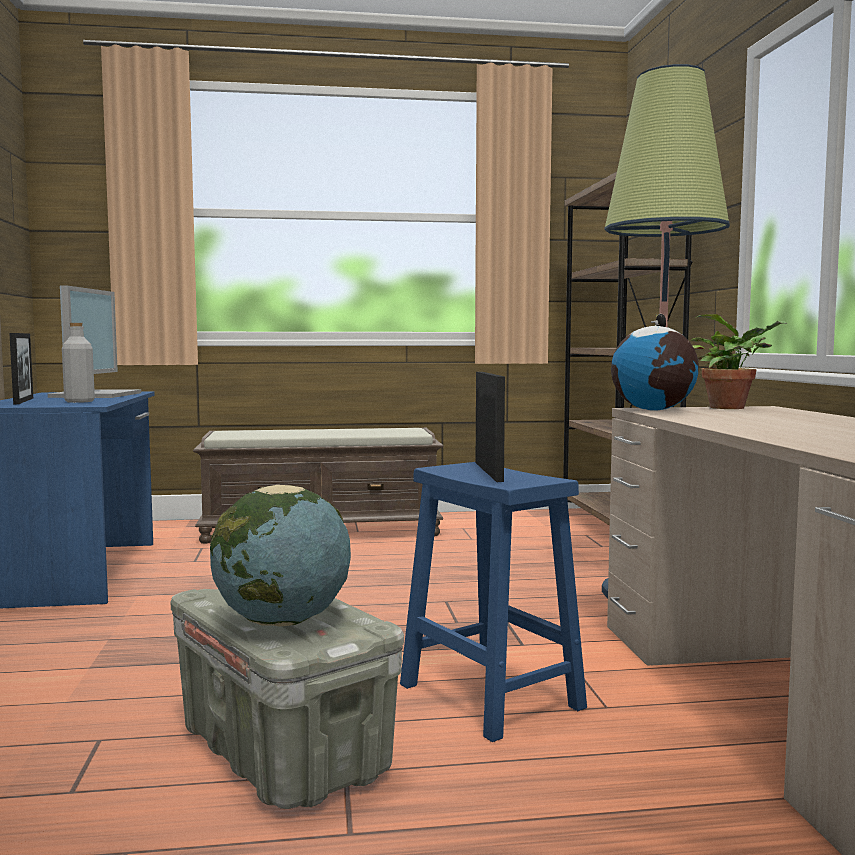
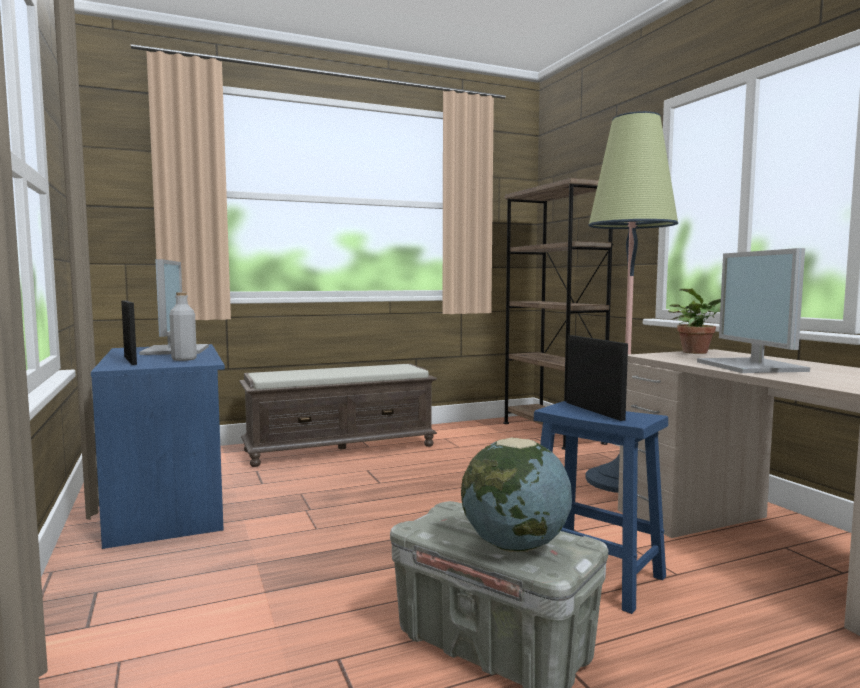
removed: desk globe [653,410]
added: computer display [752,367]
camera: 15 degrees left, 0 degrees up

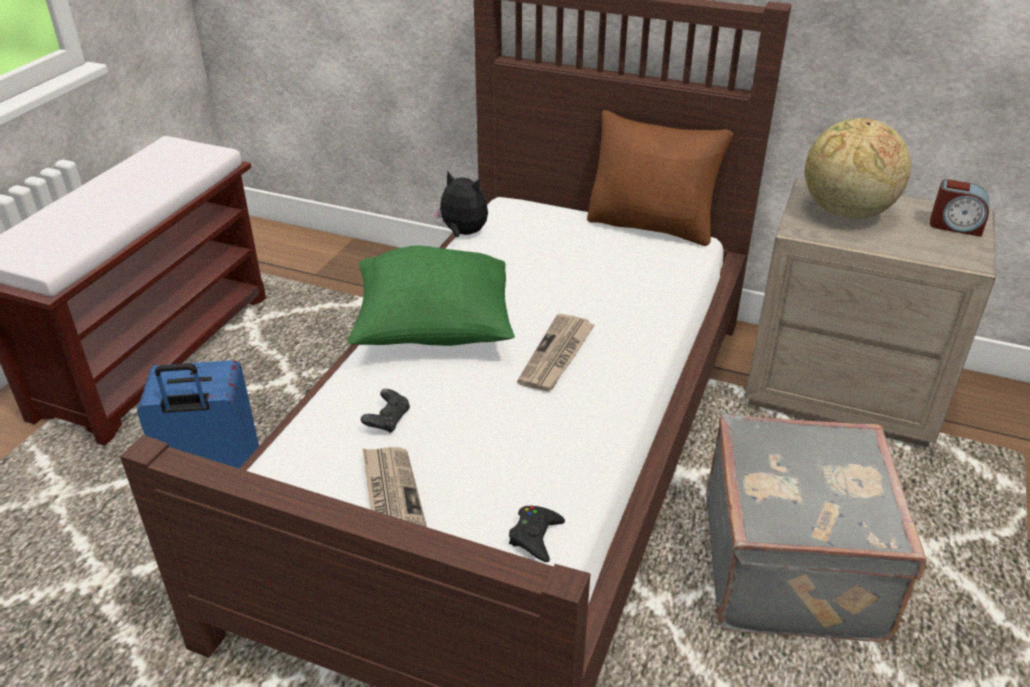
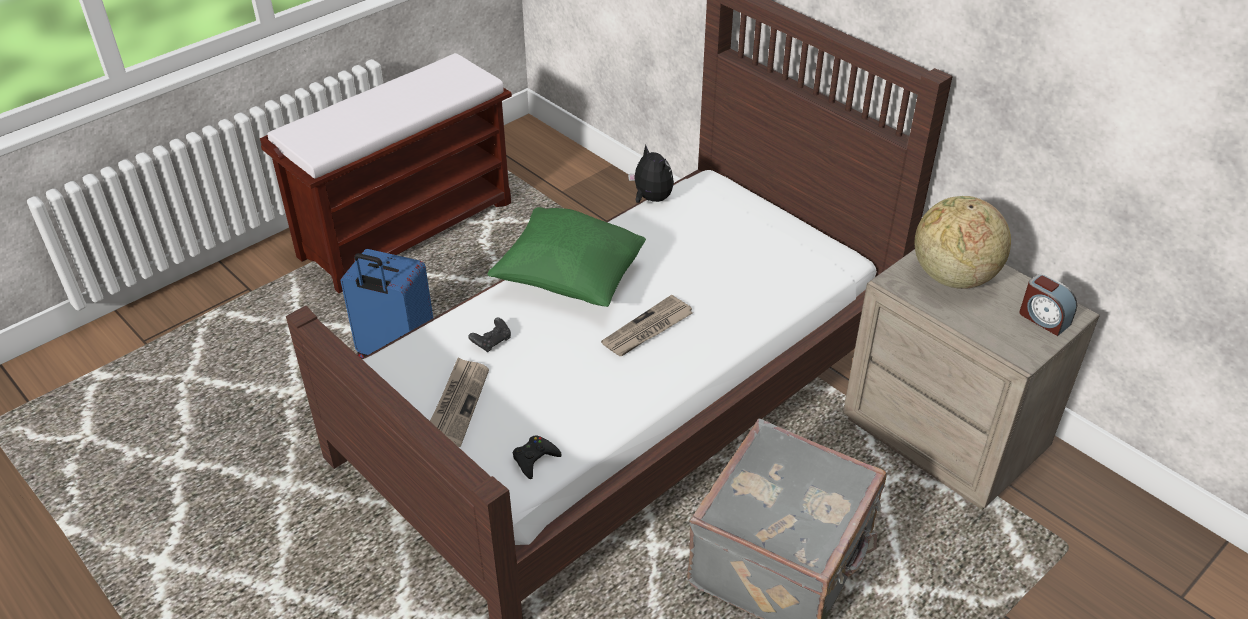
removed: pillow/brownish [652,226]
camera: 25 degrees right, 5 degrees up

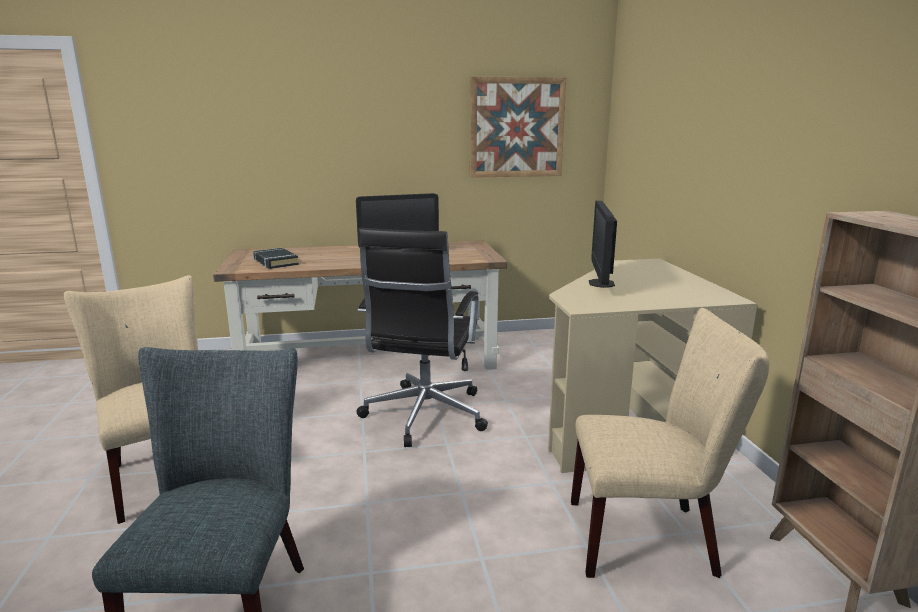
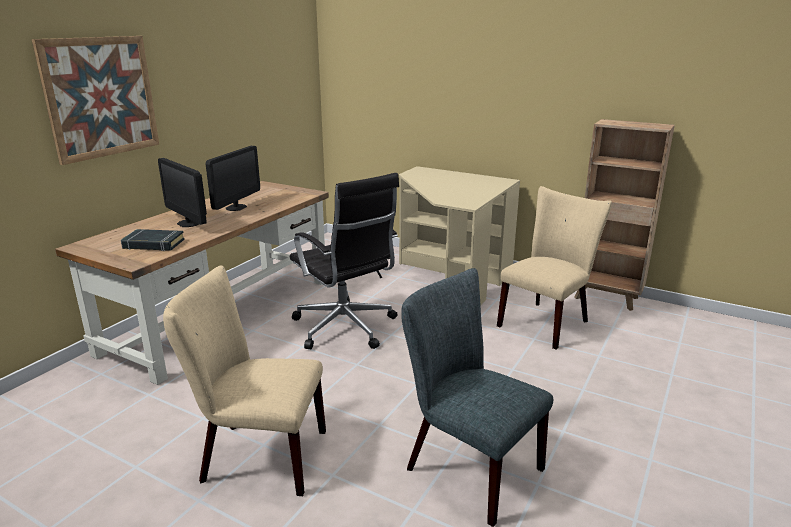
moved: wall art [516,128] to [101,97]; computer display [601,283] to [188,223]
camera: 50 degrees left, 5 degrees up

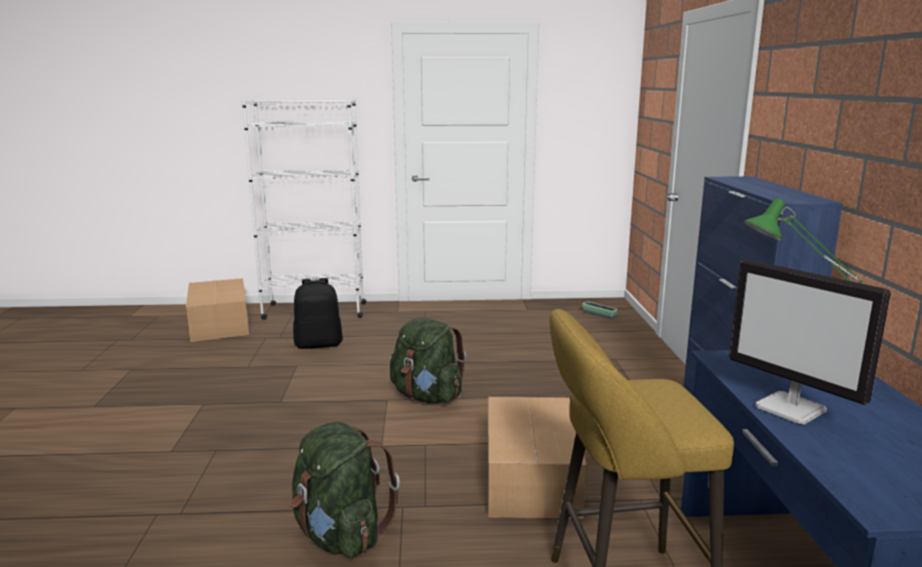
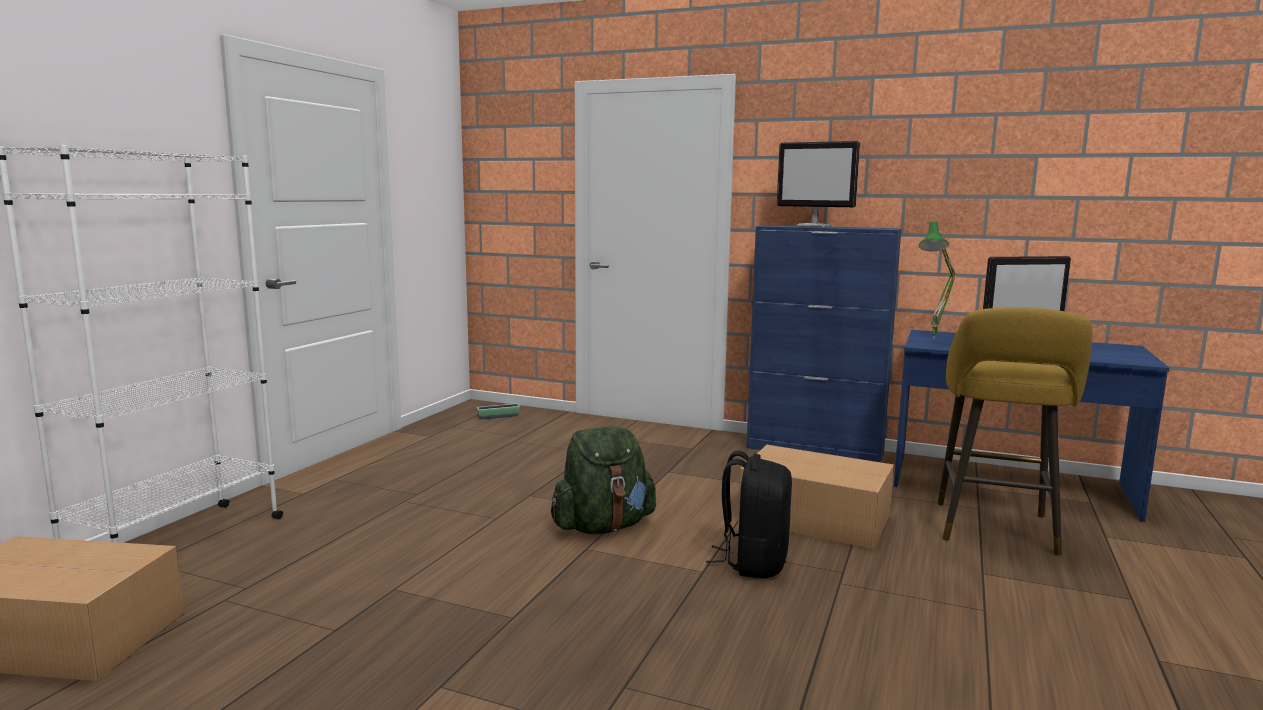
removed: rucksack/green [340,535]
added: computer display [815,226]
moved: rucksack/black-coloured [319,344] to [753,562]
camera: 65 degrees left, 5 degrees down

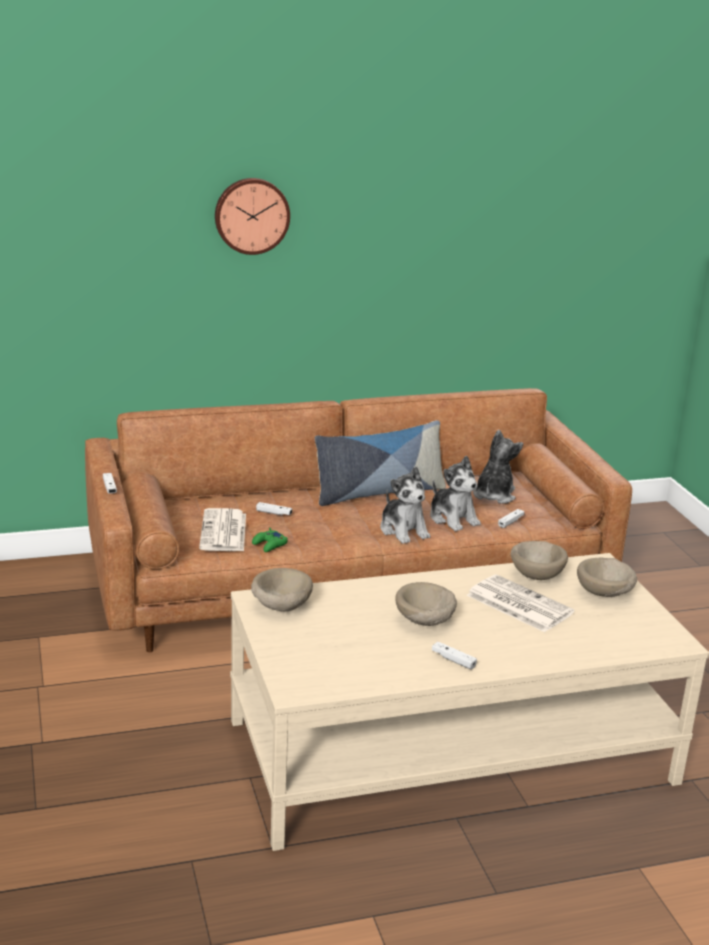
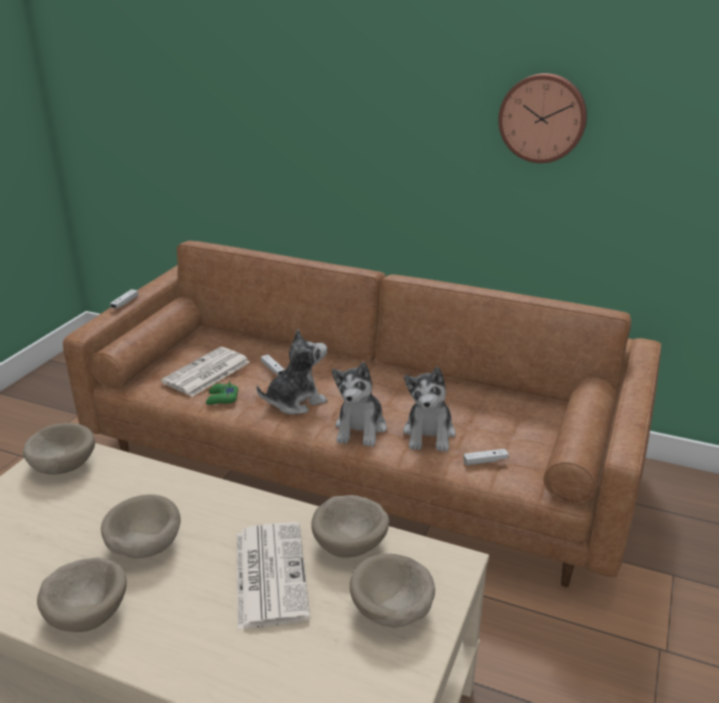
removed: pillow [378,492]
moved: clock on the wall [251,215] to [543,118]; cuddly toy [494,495] to [295,401]
replaced: gamepad/white-coloured [453,660] to deep dish/beige [89,613]
camera: 40 degrees right, 5 degrees up

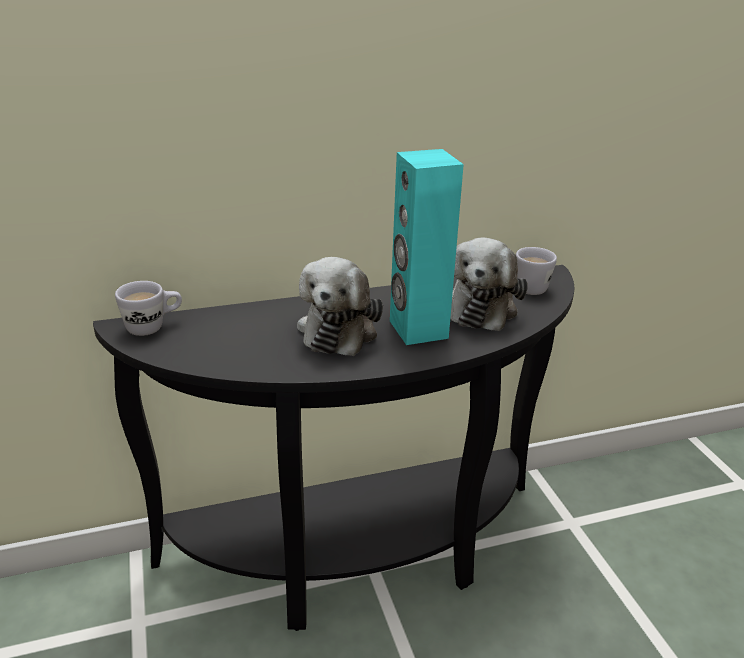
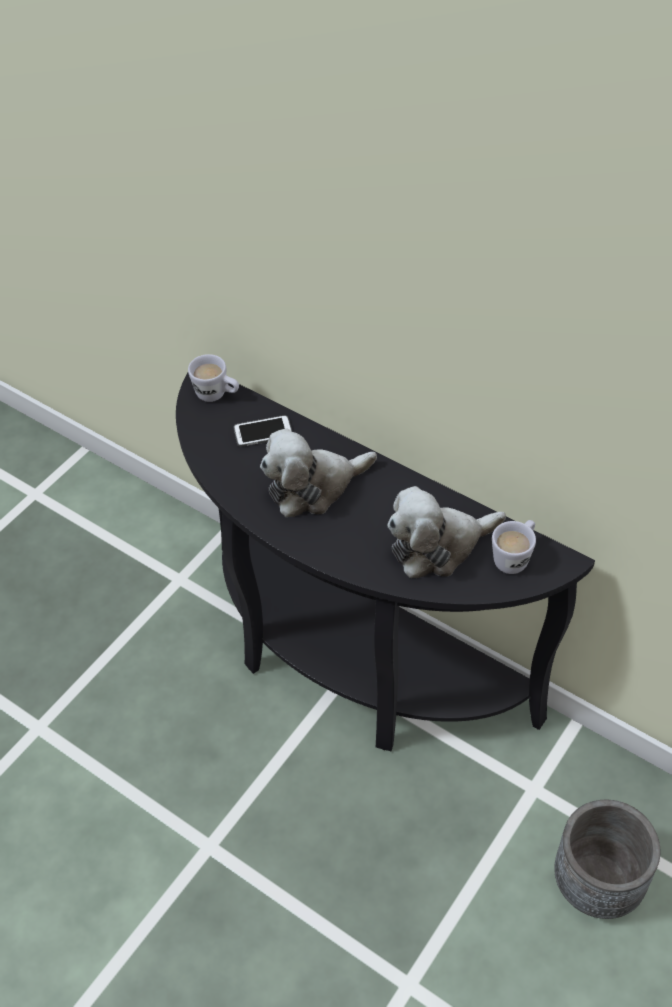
removed: speaker/turquoise-coloured [417,329]
added: handset [263,432]; plant pot/gray [597,883]
camera: 55 degrees right, 20 degrees up

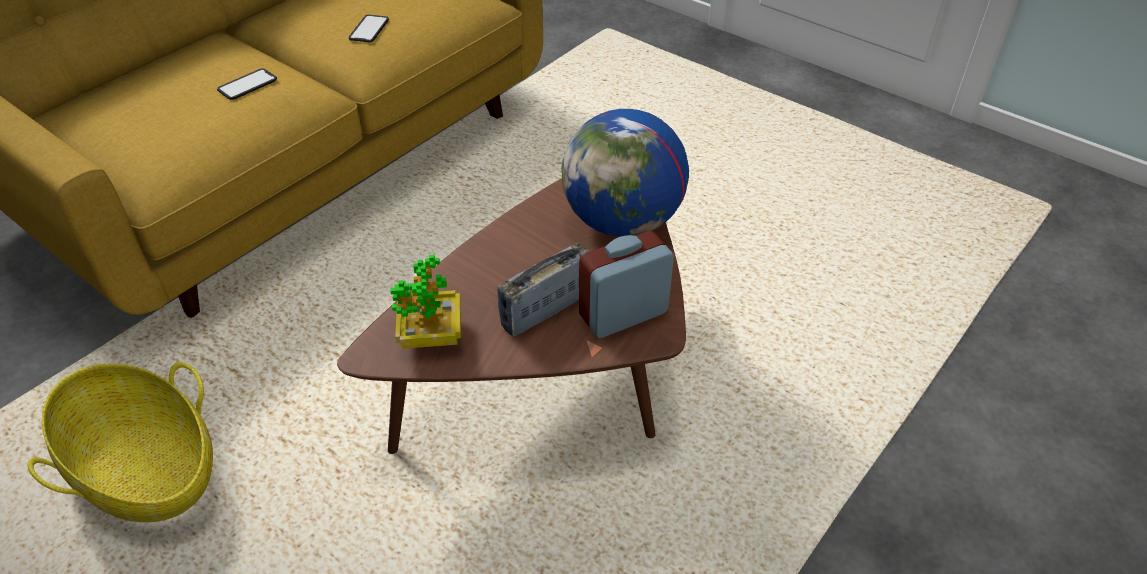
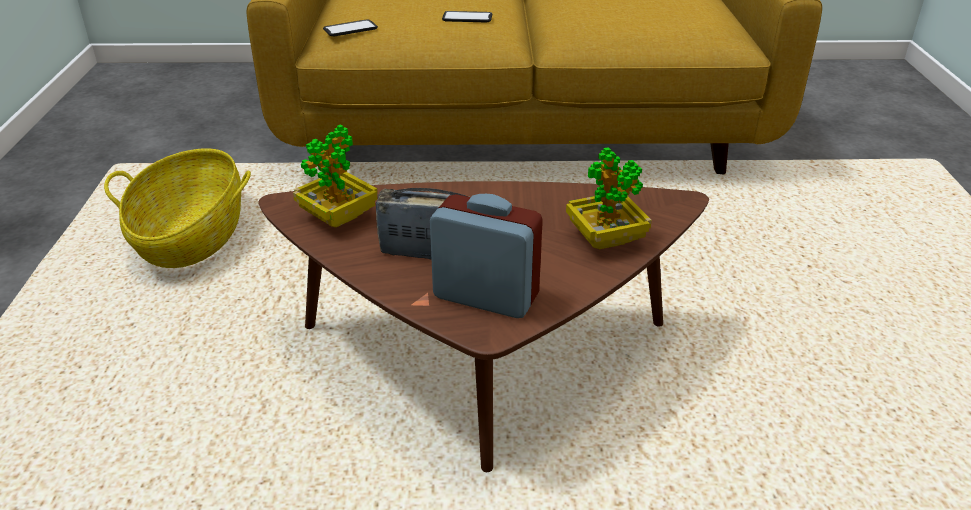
moved: handset [369,29] to [350,29]
replaced: desk globe [622,222] to potted plant [605,239]
camera: 50 degrees right, 10 degrees down

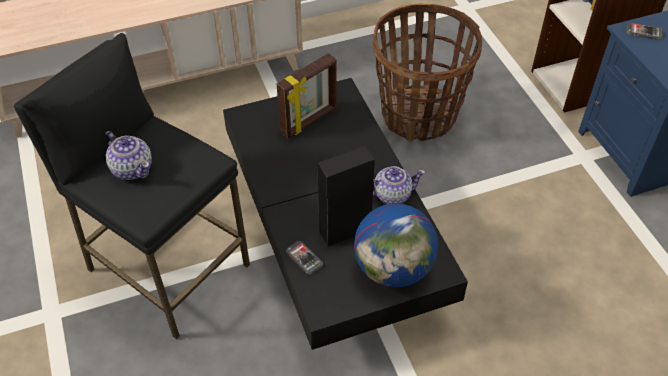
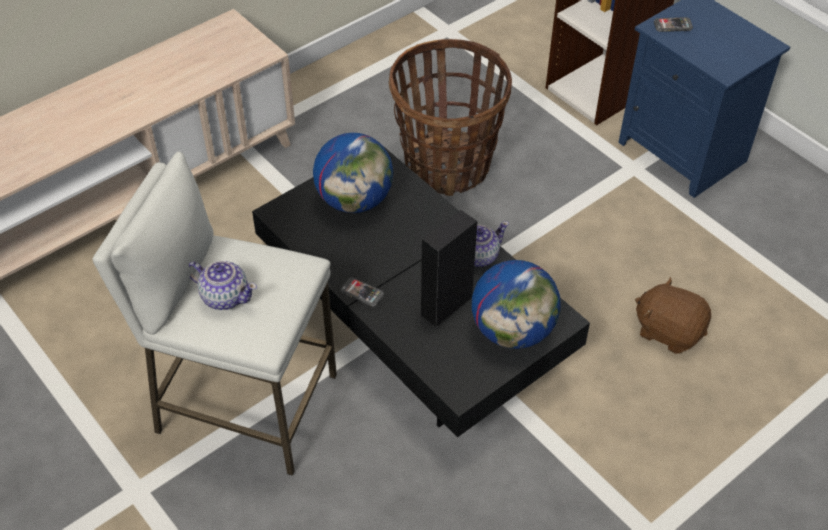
added: cuddly toy/brownish [668,330]
moved: handset [304,258] to [362,293]
replaced: standing frame [309,121] to desk globe [355,200]
recoloured: stool/black-coloured [167,268] to stool/white-coloured [245,404]
camera: 20 degrees left, 0 degrees up

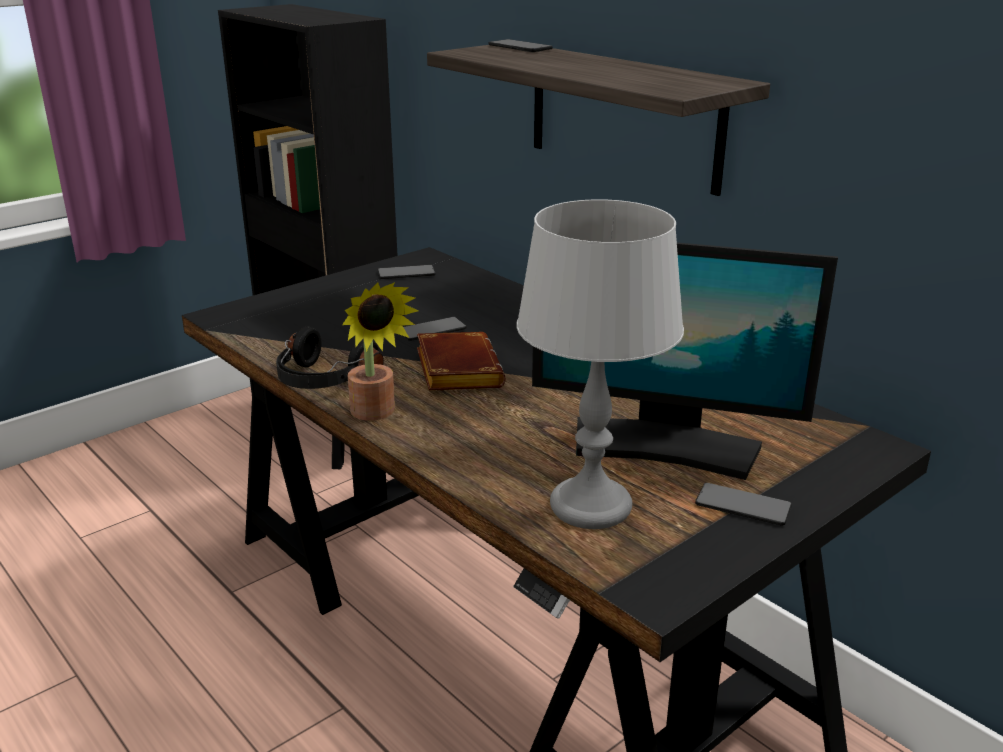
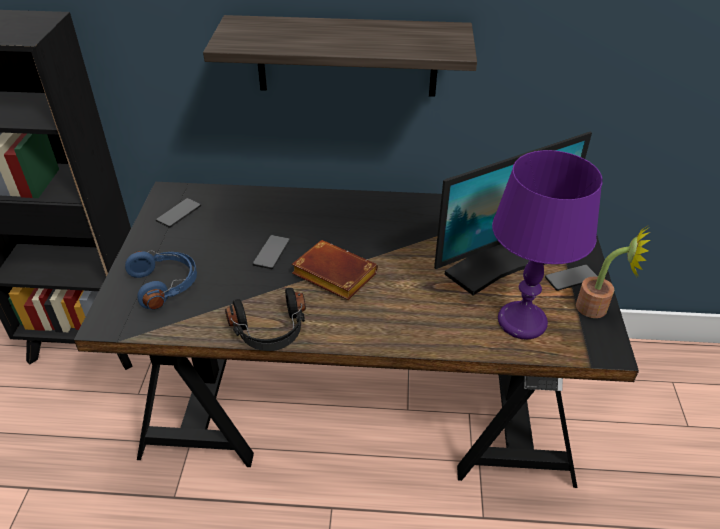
removed: handset [520,47]
added: pair of headphones/blue [166,285]
moved: potted plant [376,414] to [598,308]
recoloured: tabletop lamp/gray [592,506] to tabletop lamp/purple [522,321]
camera: 45 degrees left, 15 degrees up

